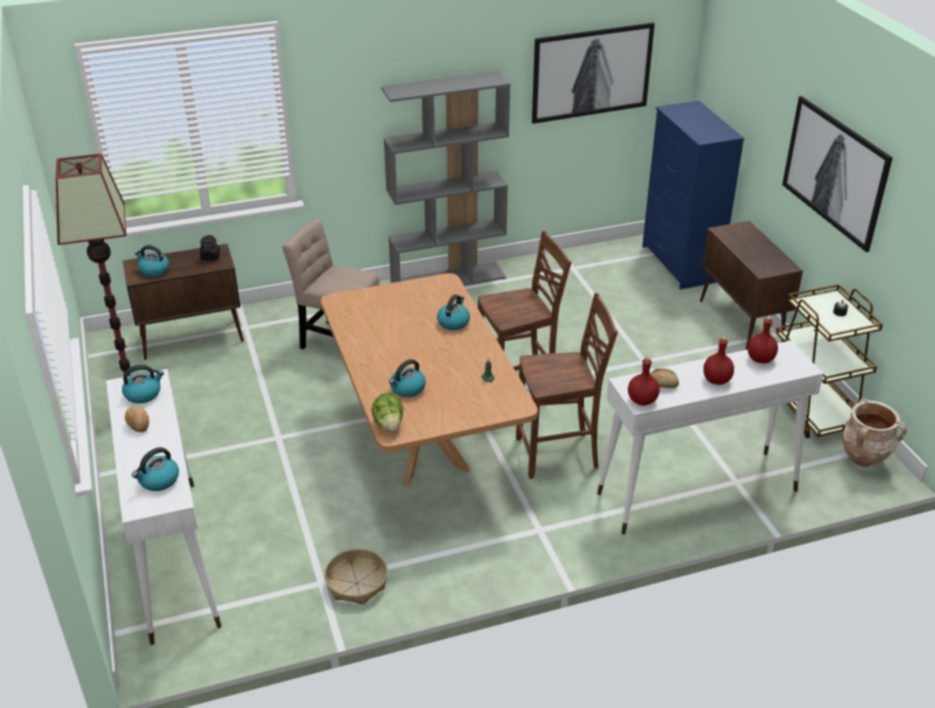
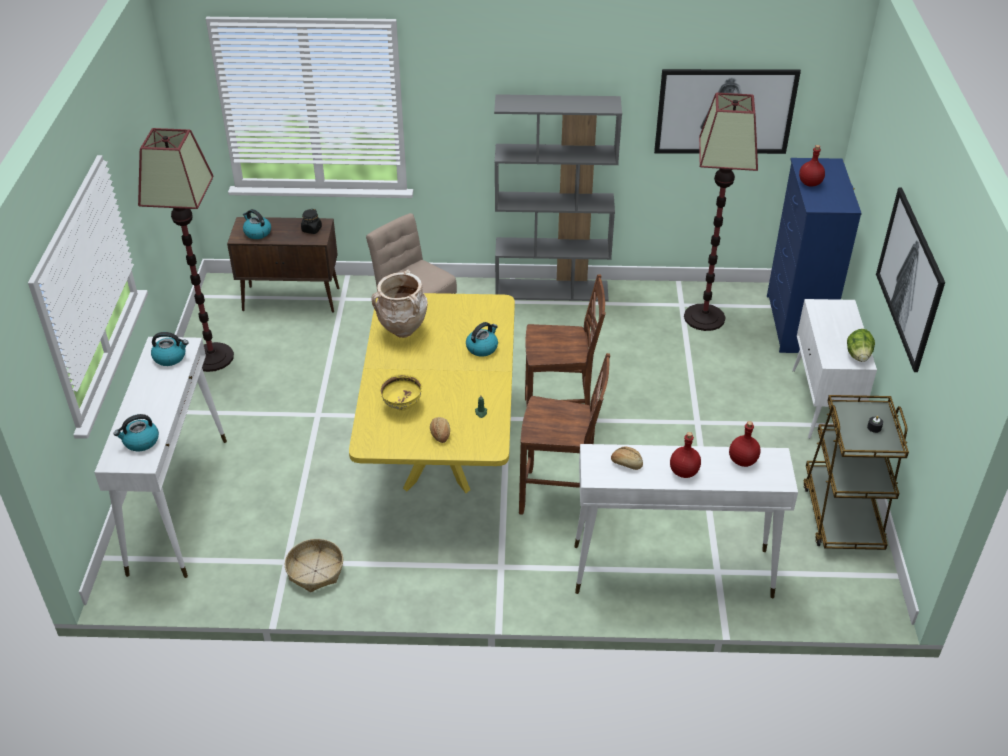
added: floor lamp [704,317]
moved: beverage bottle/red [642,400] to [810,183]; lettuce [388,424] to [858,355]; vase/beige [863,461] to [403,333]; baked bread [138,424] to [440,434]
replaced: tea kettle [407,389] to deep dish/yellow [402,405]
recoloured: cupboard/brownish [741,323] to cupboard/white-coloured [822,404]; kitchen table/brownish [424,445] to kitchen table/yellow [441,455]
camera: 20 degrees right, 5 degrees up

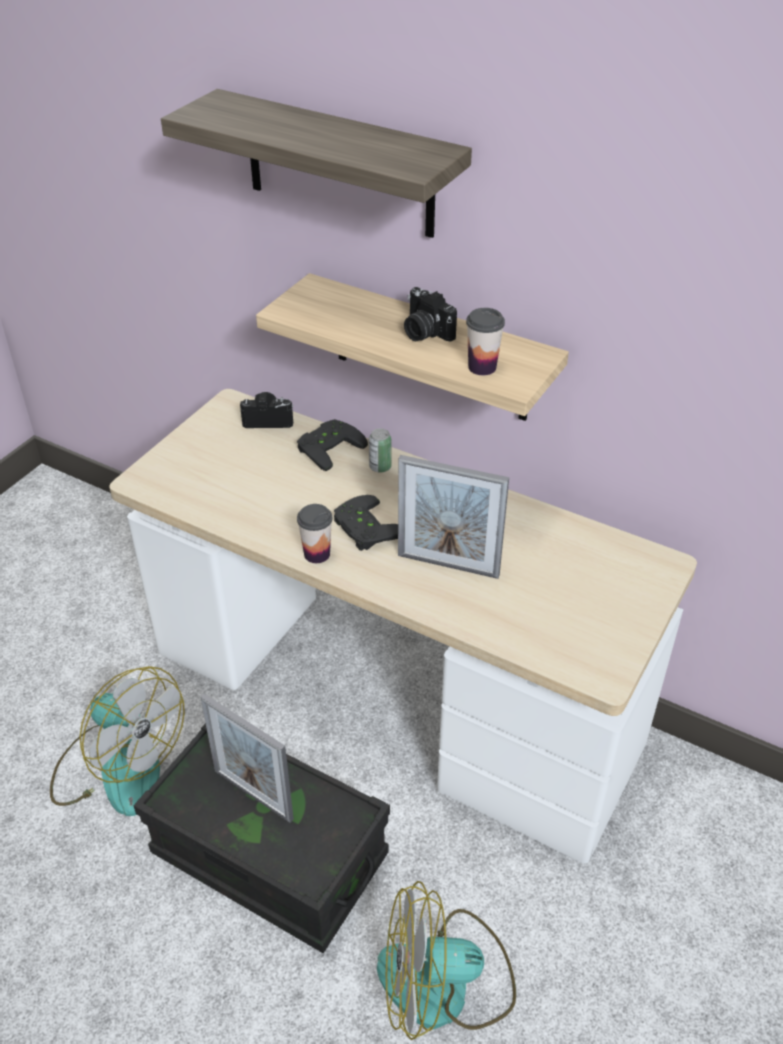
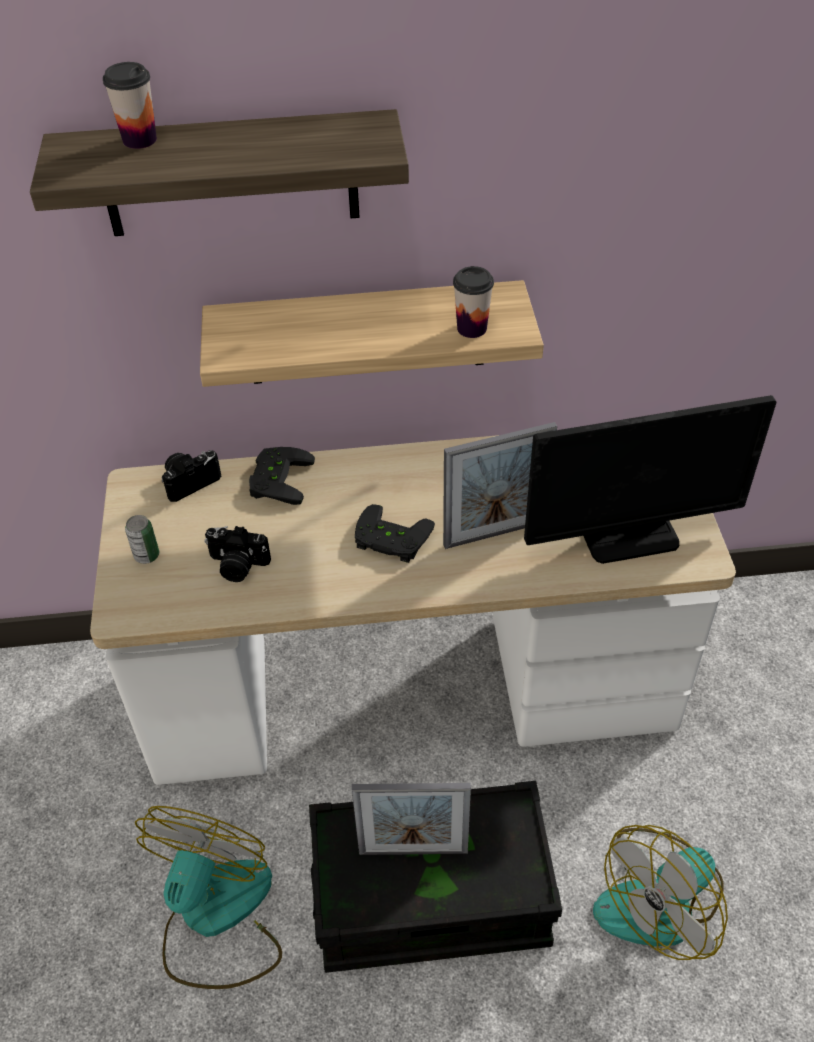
added: computer display [629,535]
moved: still camera [424,332] to [237,566]; sealed can [380,467] to [147,555]; small cup [317,554] to [139,140]
turned: fan [118,767] = [216,918] 75 degrees counterclockwise
camera: 35 degrees left, 5 degrees up

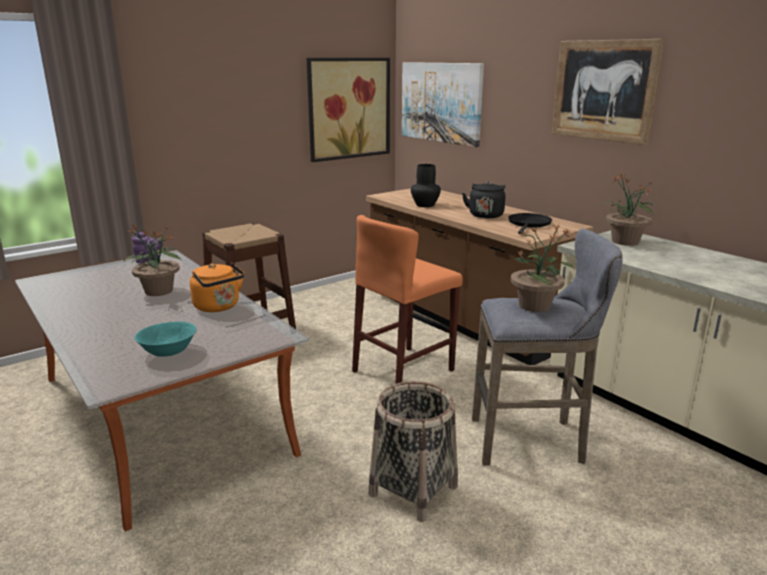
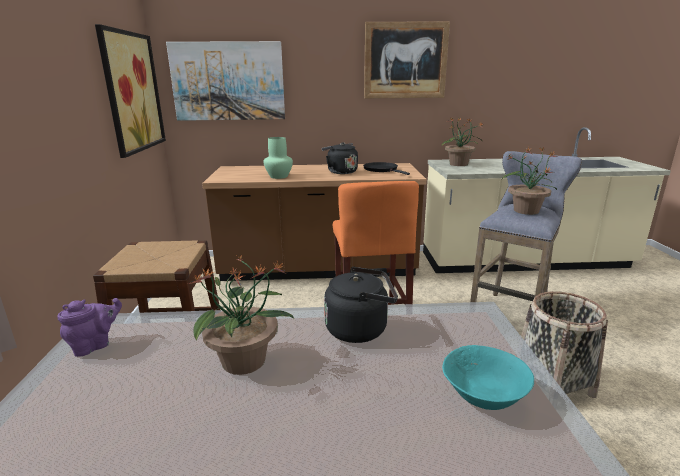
recoloured: vase/black-coloured [425,205] to vase/green [278,176]; tea kettle/orange [219,307] to tea kettle/black-coloured [360,329]
camera: 55 degrees left, 0 degrees up

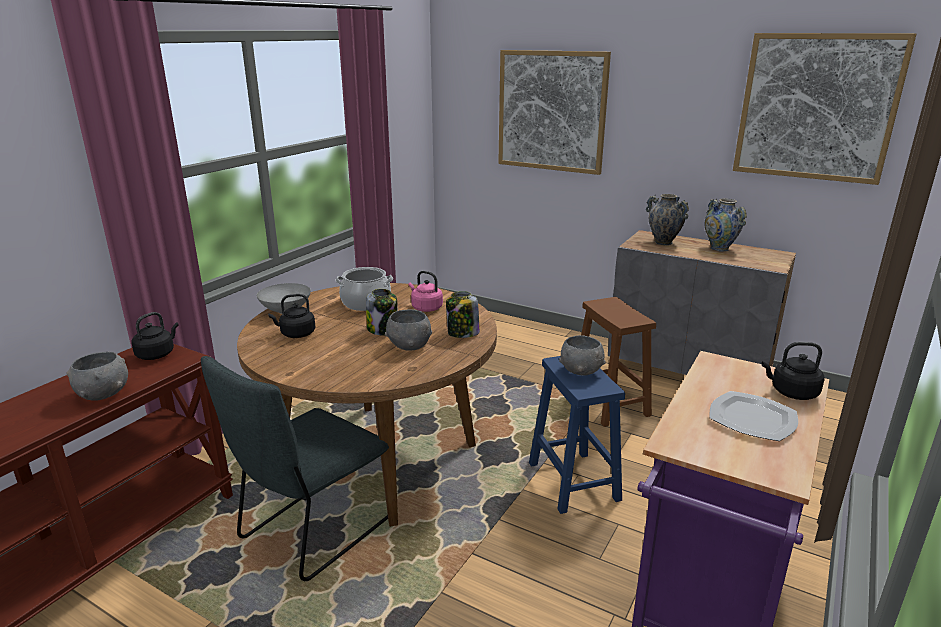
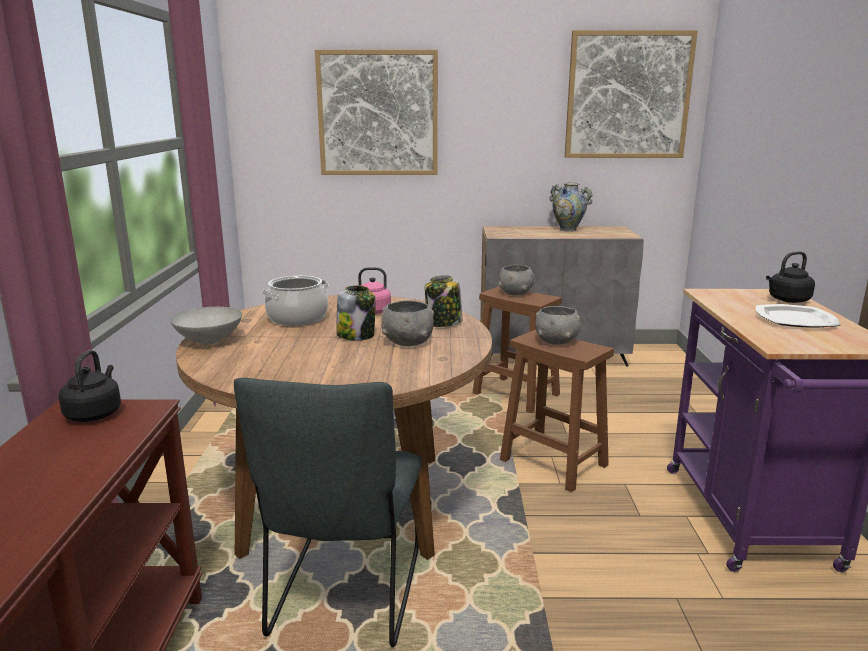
removed: vase [663,242]; tea kettle/black-coloured [296,334]
moved: deep dish/gray [104,394] to [516,293]
recoloured: stool/blue [574,482] to stool/brownish [555,463]
camera: 30 degrees left, 5 degrees down

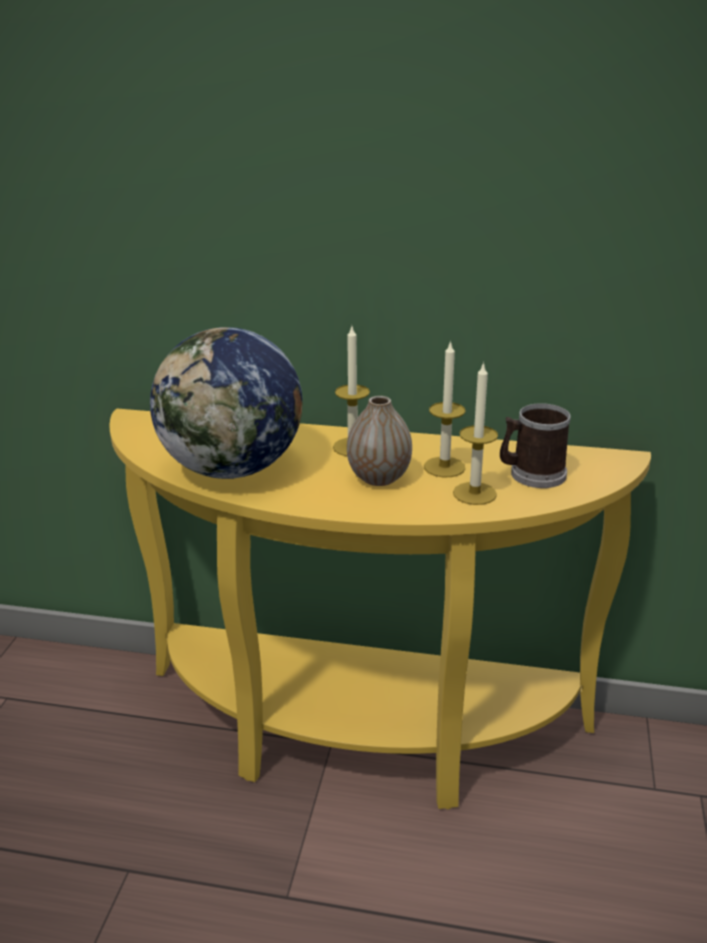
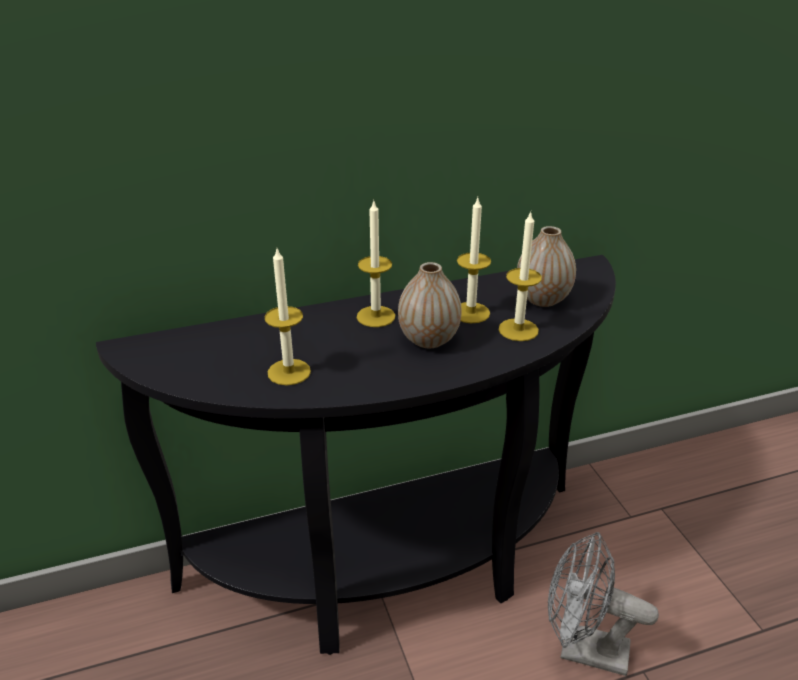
added: fan/gray [582,649]
replaced: desk globe [232,469] to wax light [289,372]; mug [531,474] to vase [542,299]
recoloured: narrow table/yellow [357,736] to narrow table/black-coloured [395,571]
camera: 30 degrees left, 5 degrees up

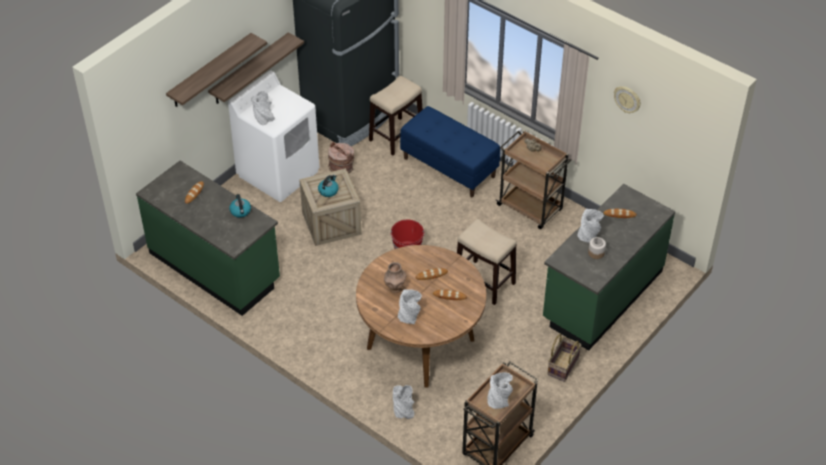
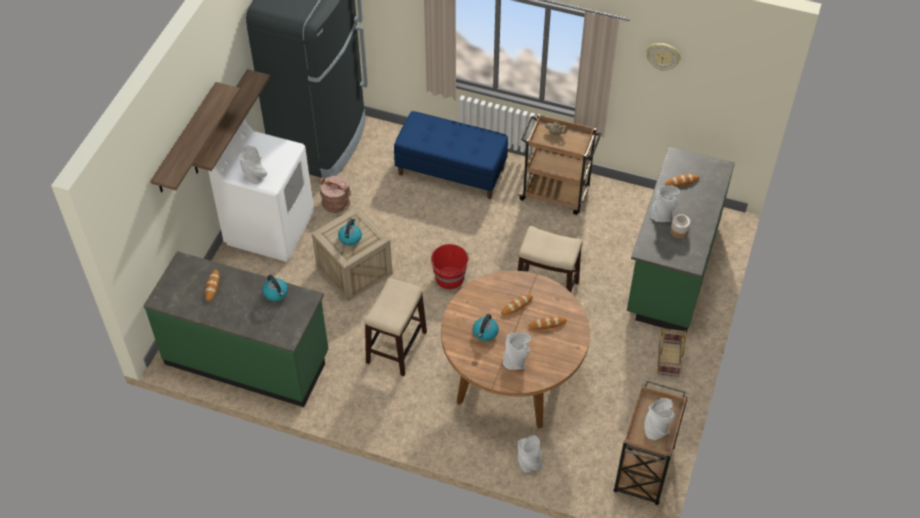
moved: stool [396,136] to [396,346]
replaced: vase/brownish [395,288] to tea kettle [485,333]
camera: 20 degrees left, 5 degrees up

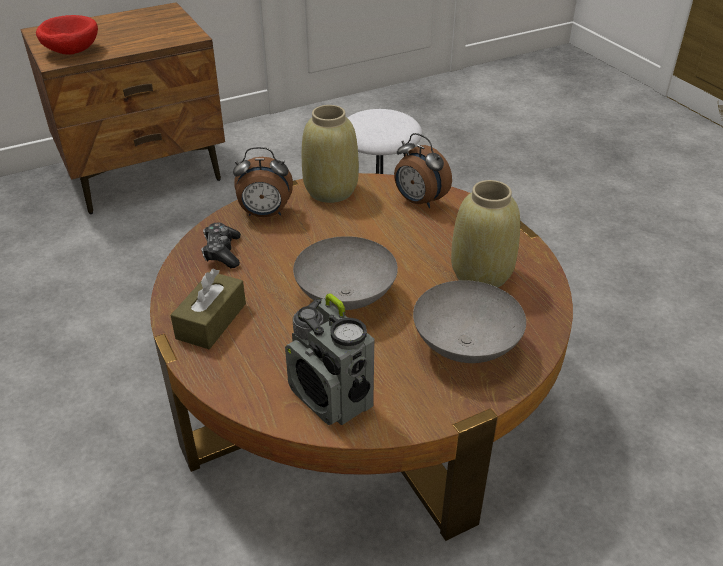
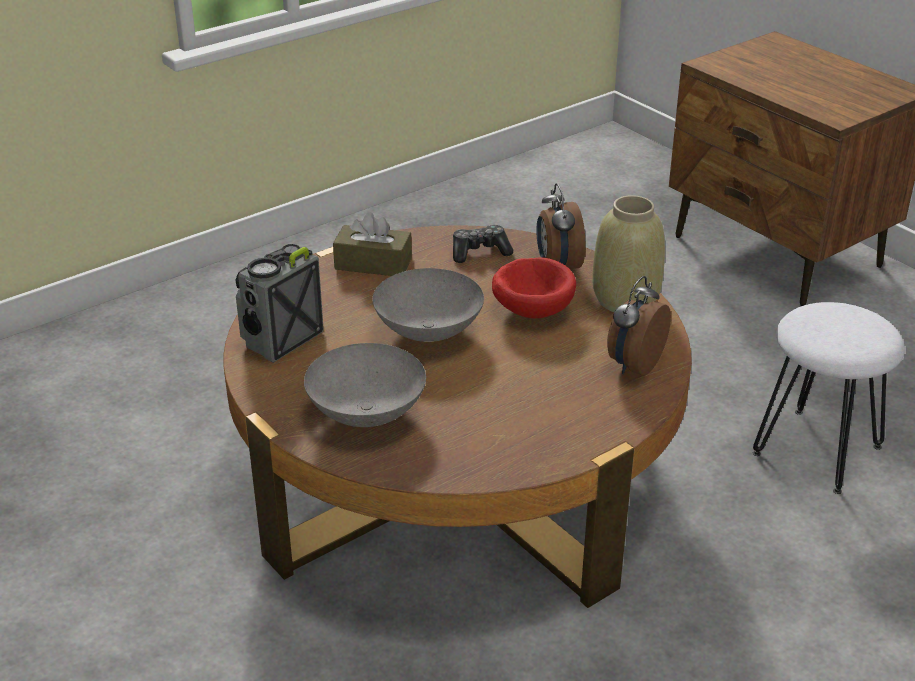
removed: vase/beige [480,274]
moved: deep dish/red [71,51] to [532,309]
camera: 80 degrees right, 5 degrees down

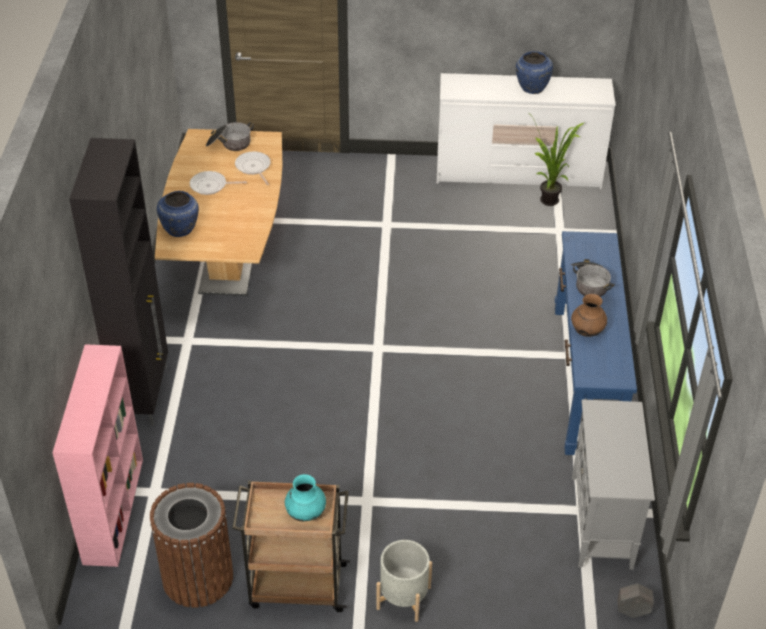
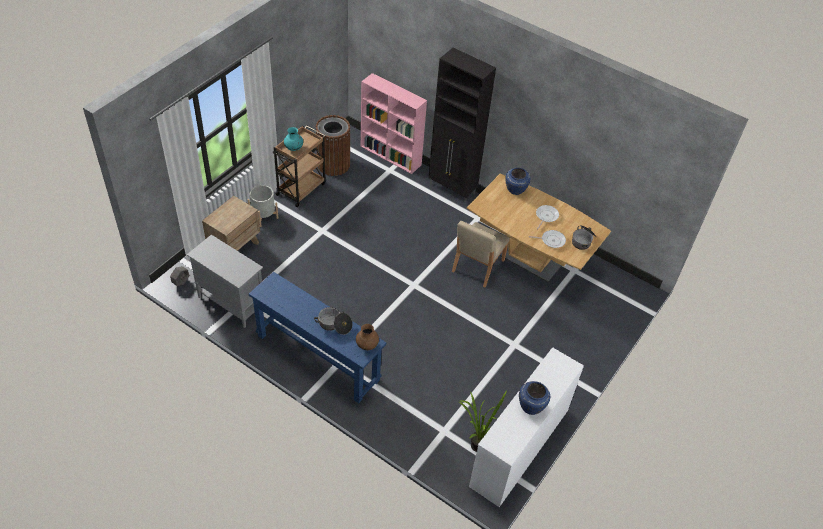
added: nightstand/brownish [234,247]; upright chair/beige [477,266]
moved: vase/brownish [587,331] to [367,345]
camera: 120 degrees right, 5 degrees up

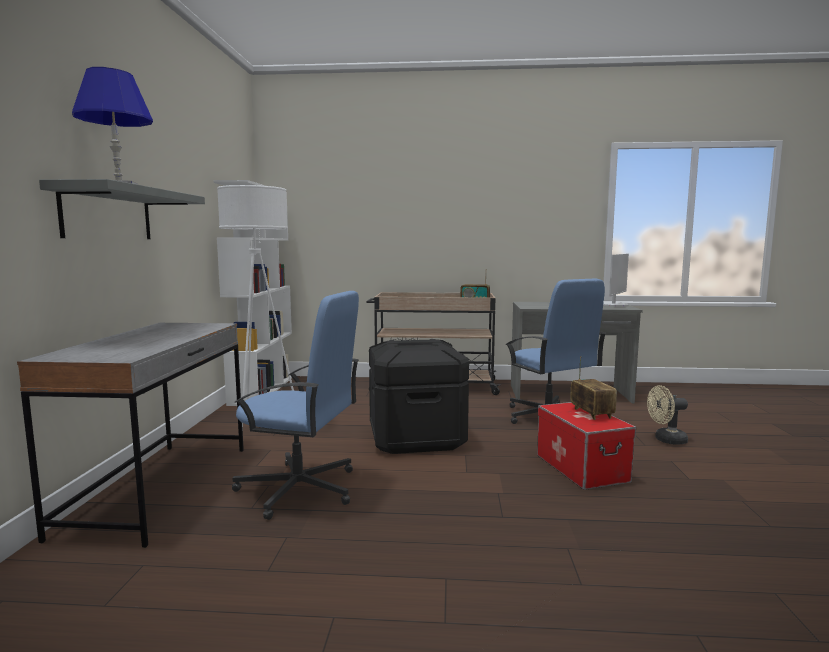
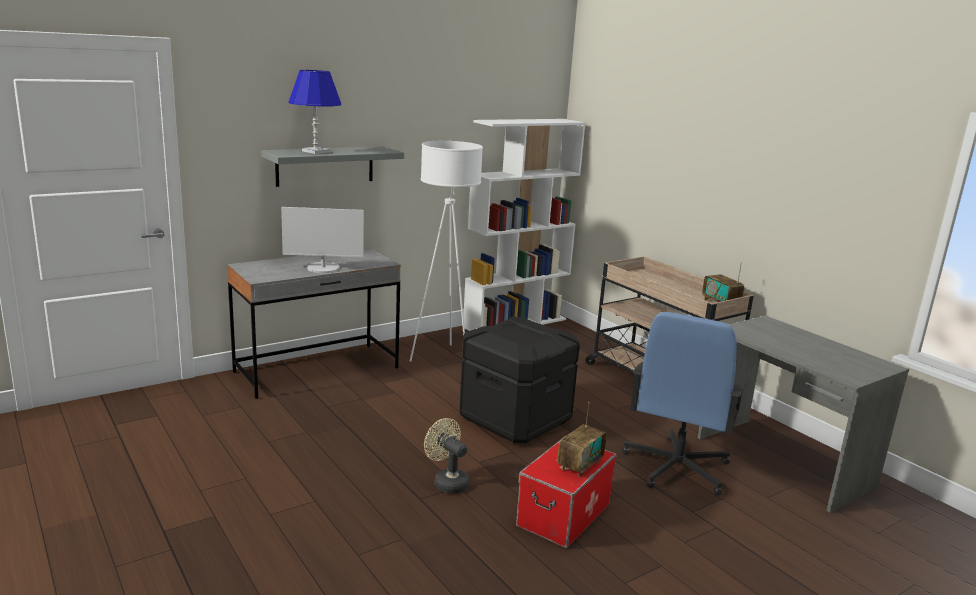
removed: desk chair/blue [300,489]
moved: computer display [614,305] to [323,268]; fan/beige [666,440] to [447,482]
camera: 50 degrees right, 10 degrees up

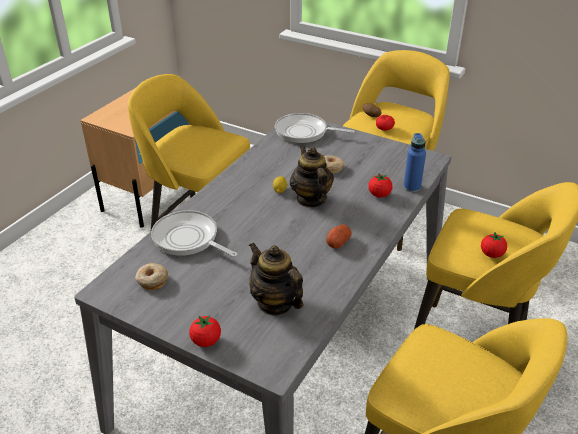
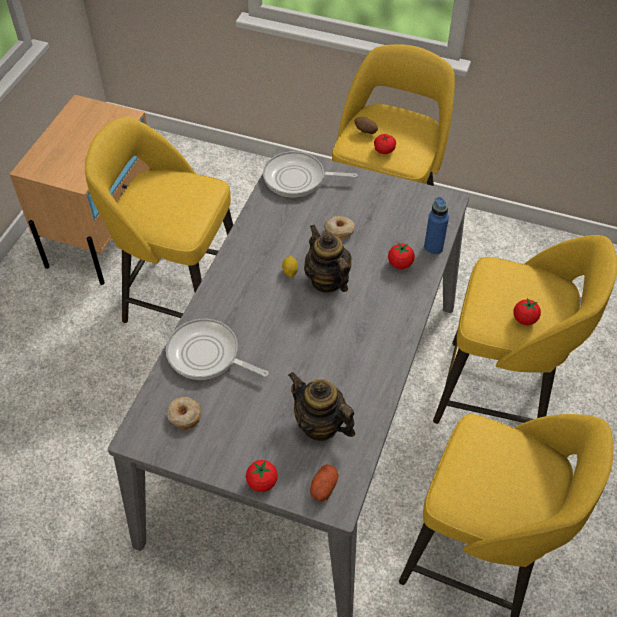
moved: whole potato [338,242] to [323,487]
camera: 10 degrees left, 15 degrees up

